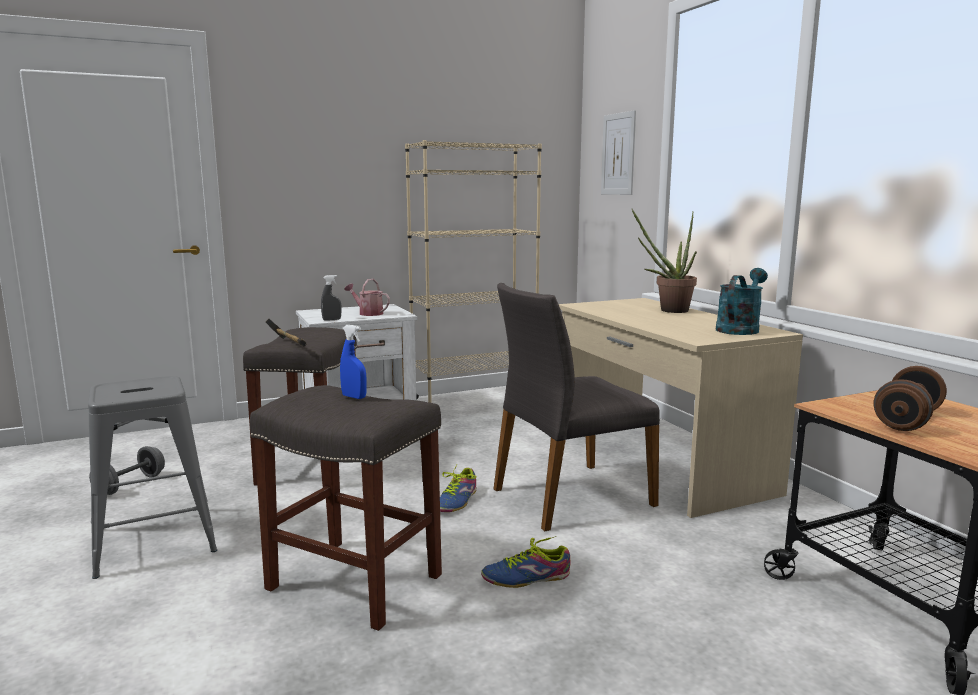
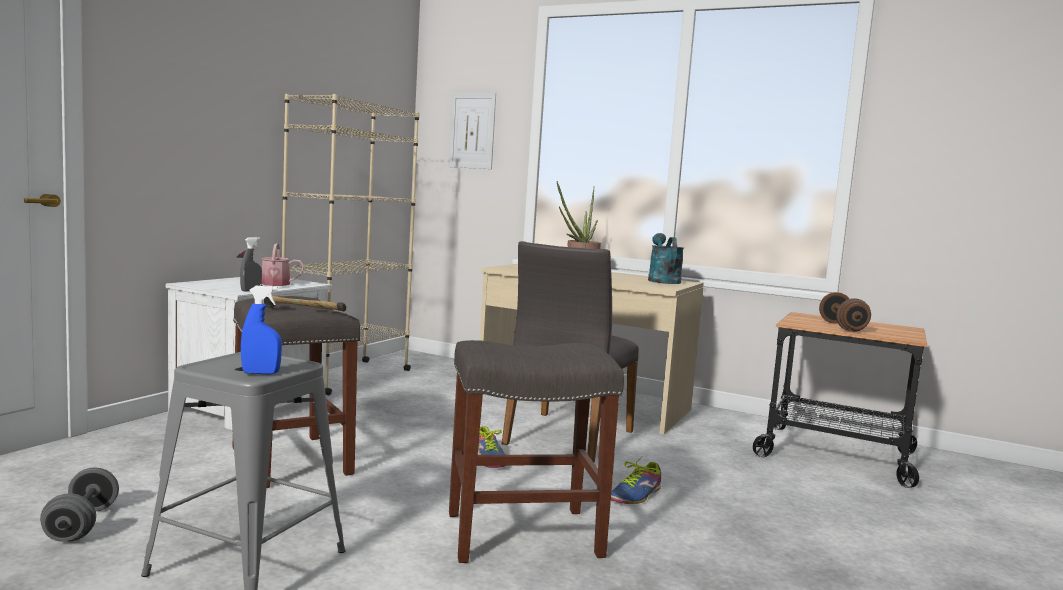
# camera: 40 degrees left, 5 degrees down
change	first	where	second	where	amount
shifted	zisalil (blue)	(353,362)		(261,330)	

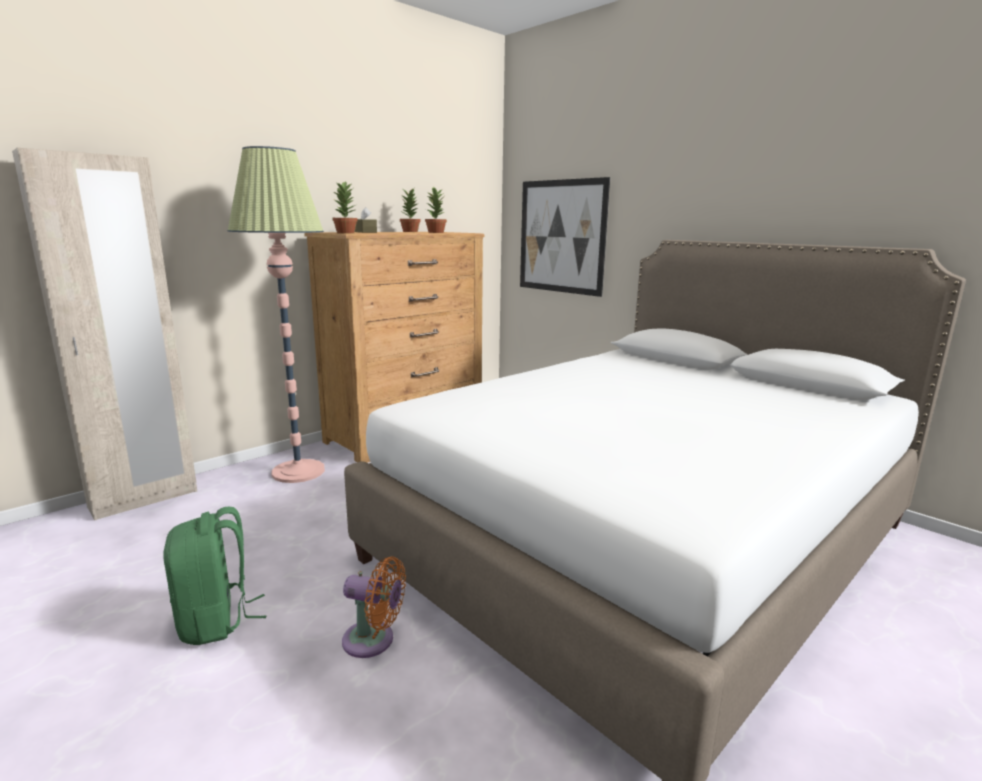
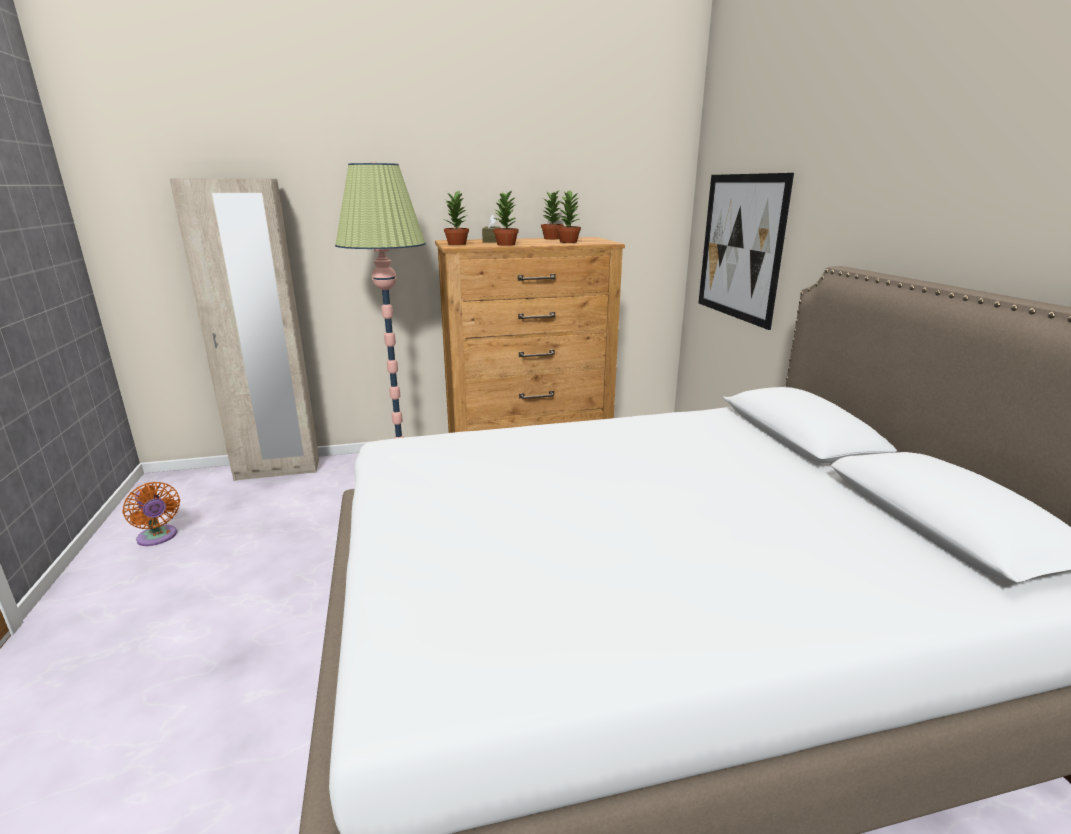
# camera: 30 degrees right, 5 degrees up
change	first	where	second	where	amount
gone	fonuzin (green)	(214,576)			
new			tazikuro	(506,218)	
shifted	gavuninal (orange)	(374,607)		(151,514)	

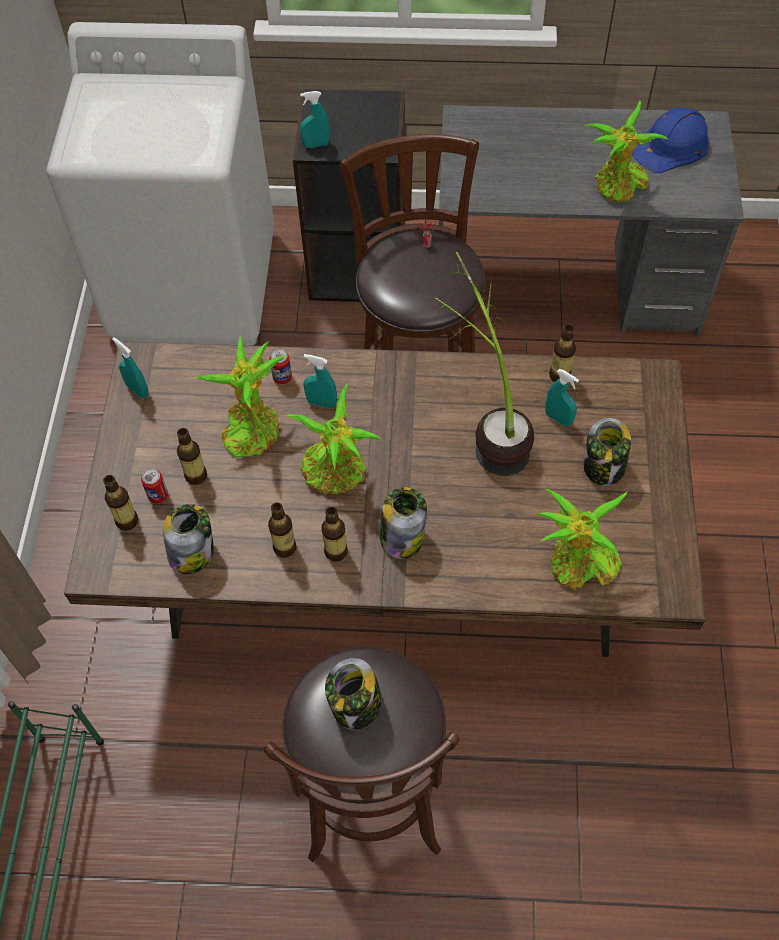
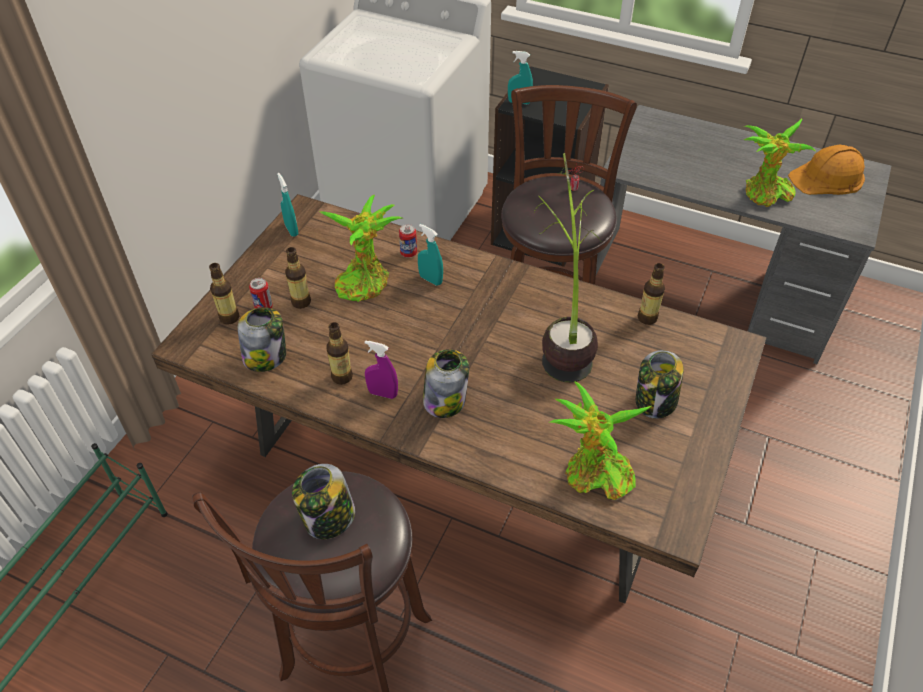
# camera: 20 degrees right, 10 degrees down
change	first	where	second	where	amount
gone	tazikuro	(334,439)			
gone	zisalil (turquoise)	(562,398)			
swapped	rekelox	(334,534)	zisalil (purple)	(381,369)	
repainted	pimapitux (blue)	(670,140)	pimapitux (orange)	(826,170)	

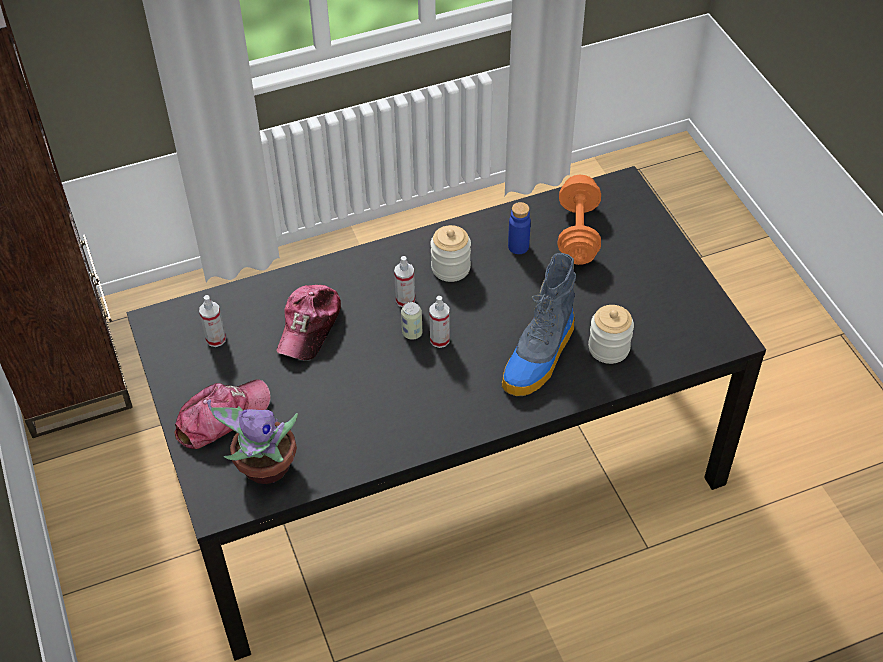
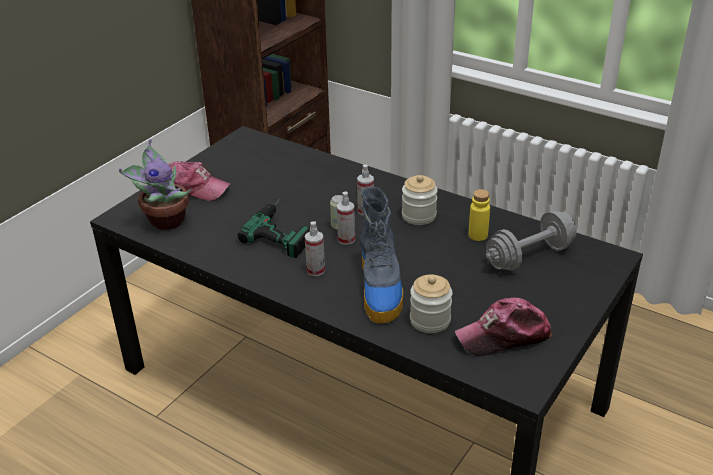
# camera: 55 degrees right, 15 degrees down
change	first	where	second	where	amount
new			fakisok	(273,228)	
shifted	zisalil	(212,321)		(315,248)	
shifted	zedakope	(309,322)		(503,327)	
repainted	rekelox (blue)	(519,228)	rekelox (yellow)	(479,215)	
repainted	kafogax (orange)	(579,220)	kafogax (grey)	(531,240)	
rotated	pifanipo	(539,324)		(381,255)	90 degrees counterclockwise

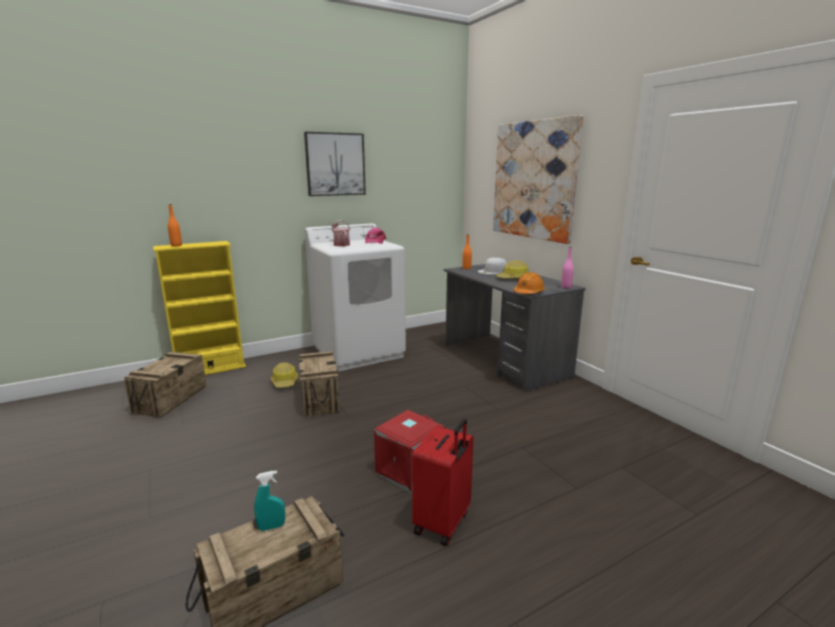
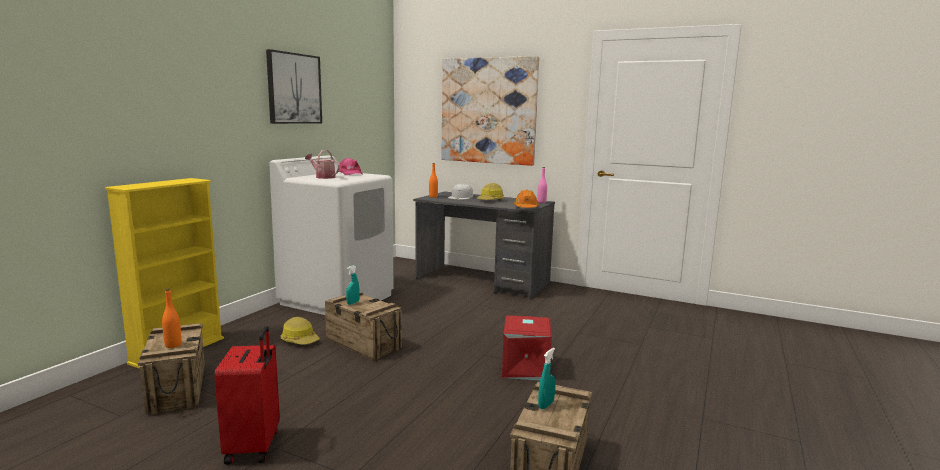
# camera: 35 degrees left, 5 degrees down
change	first	where	second	where	amount
new			zisalil (turquoise)	(353,285)	
shifted	rekelox (orange)	(175,225)		(172,318)	
shifted	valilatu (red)	(442,482)		(247,395)	

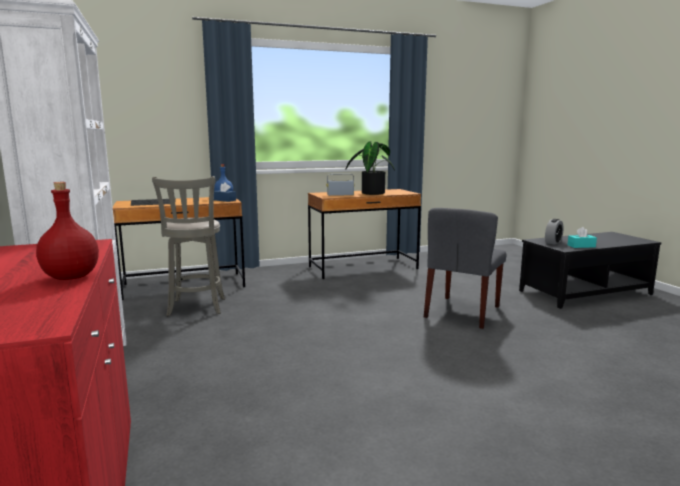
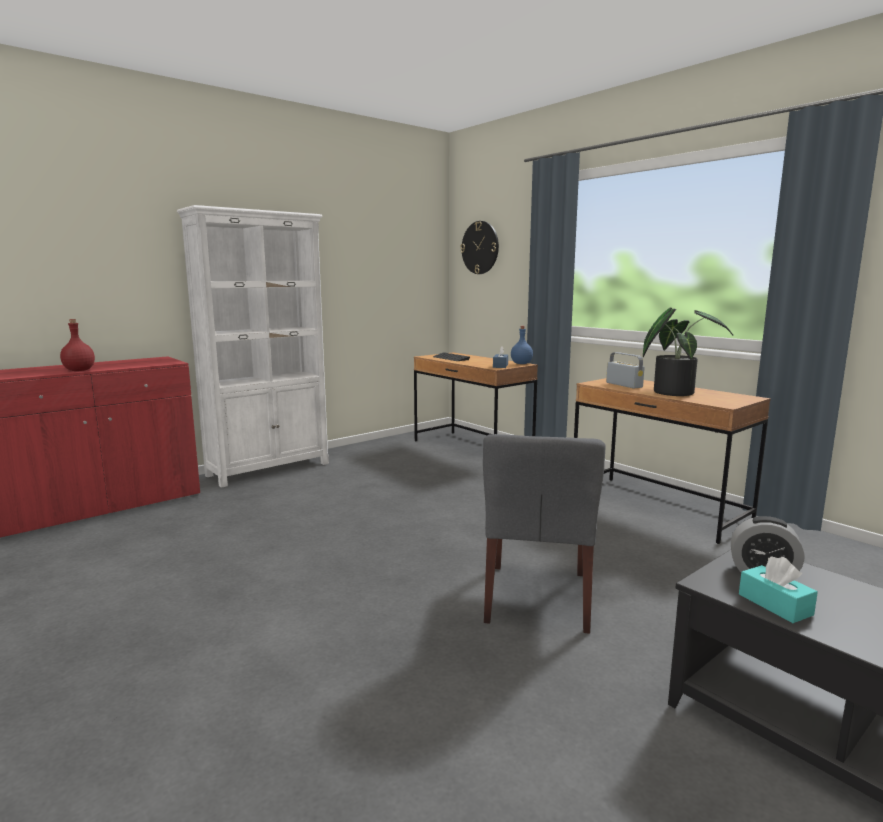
# camera: 70 degrees right, 0 degrees up
change	first	where	second	where	amount
gone	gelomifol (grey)	(188,246)			
new			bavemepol	(480,247)	
rotated	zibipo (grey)	(465,268)		(544,534)	90 degrees counterclockwise

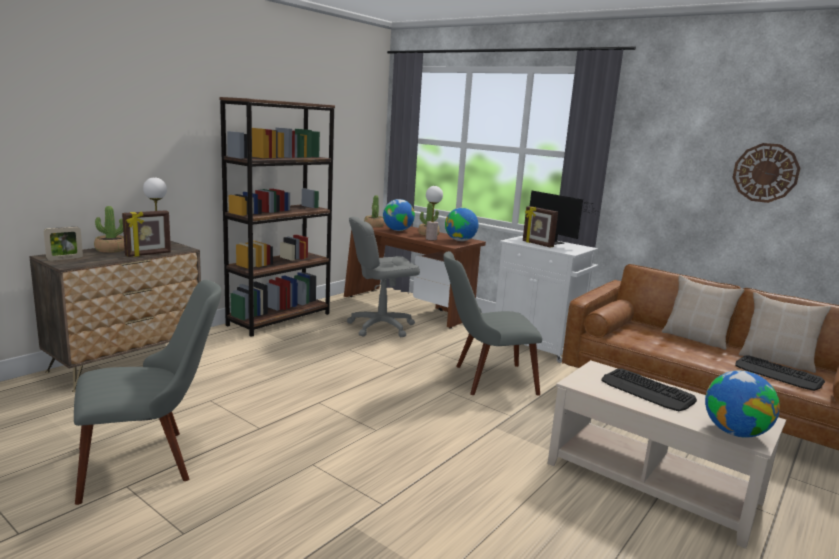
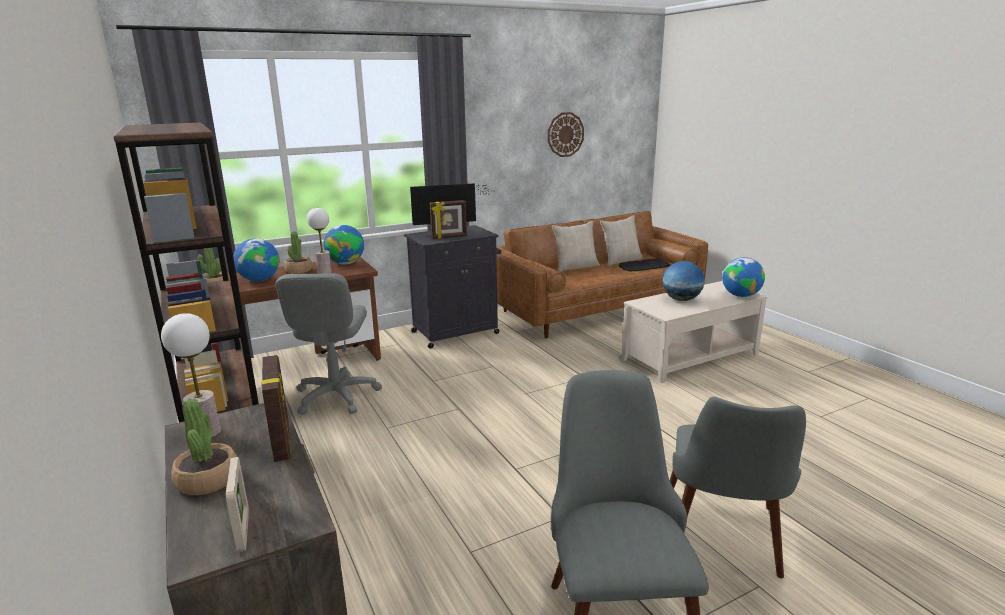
# camera: 65 degrees left, 5 degrees up
change	first	where	second	where	amount
shifted	zibipo (grey)	(492,323)		(738,487)	
swapped	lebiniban	(649,389)	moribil	(683,281)	
repainted	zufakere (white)	(546,299)	zufakere (black)	(452,287)	

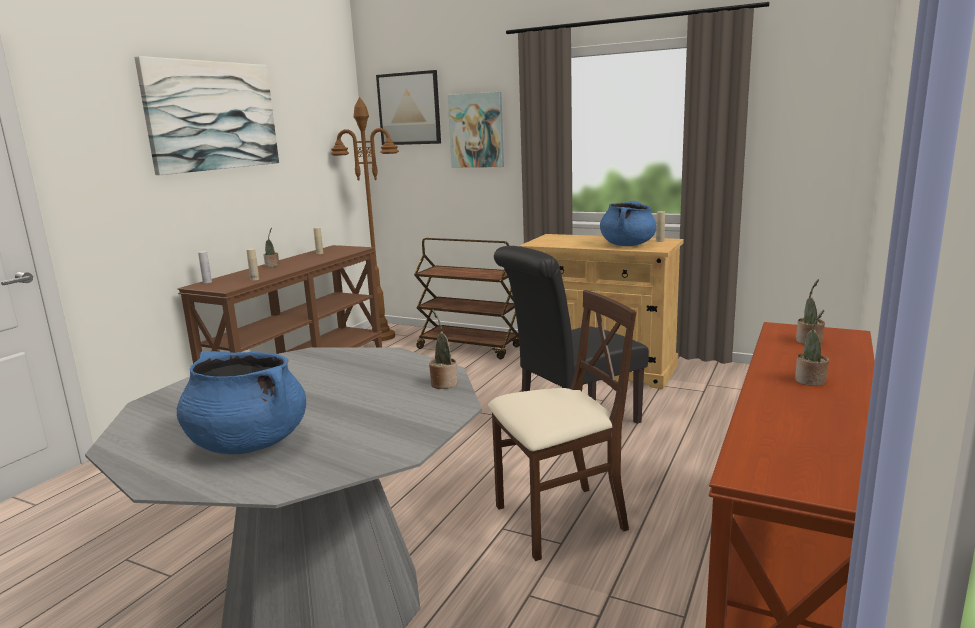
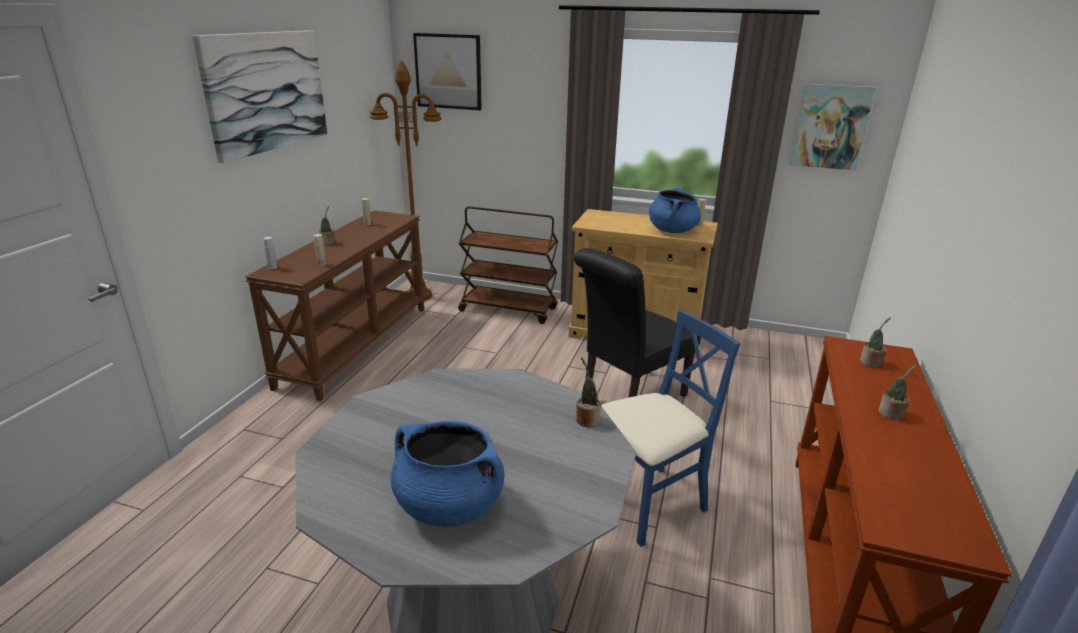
# camera: 10 degrees left, 10 degrees up
change	first	where	second	where	amount
shifted	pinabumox	(476,130)		(832,126)	
repainted	zibipo (beige)	(562,425)	zibipo (blue)	(670,428)	

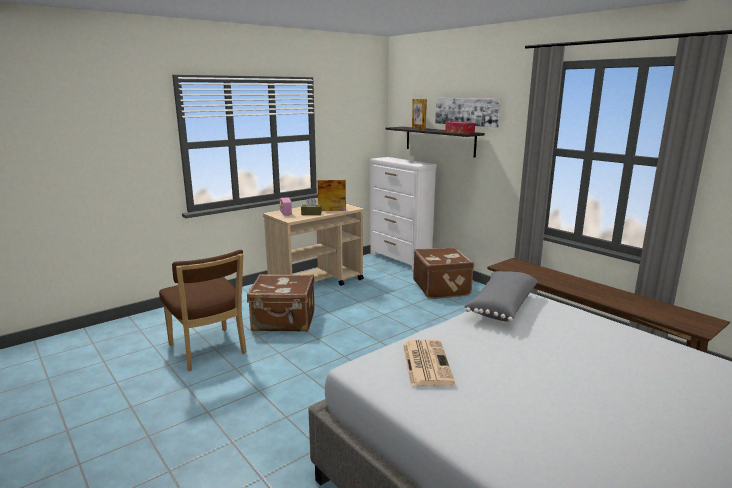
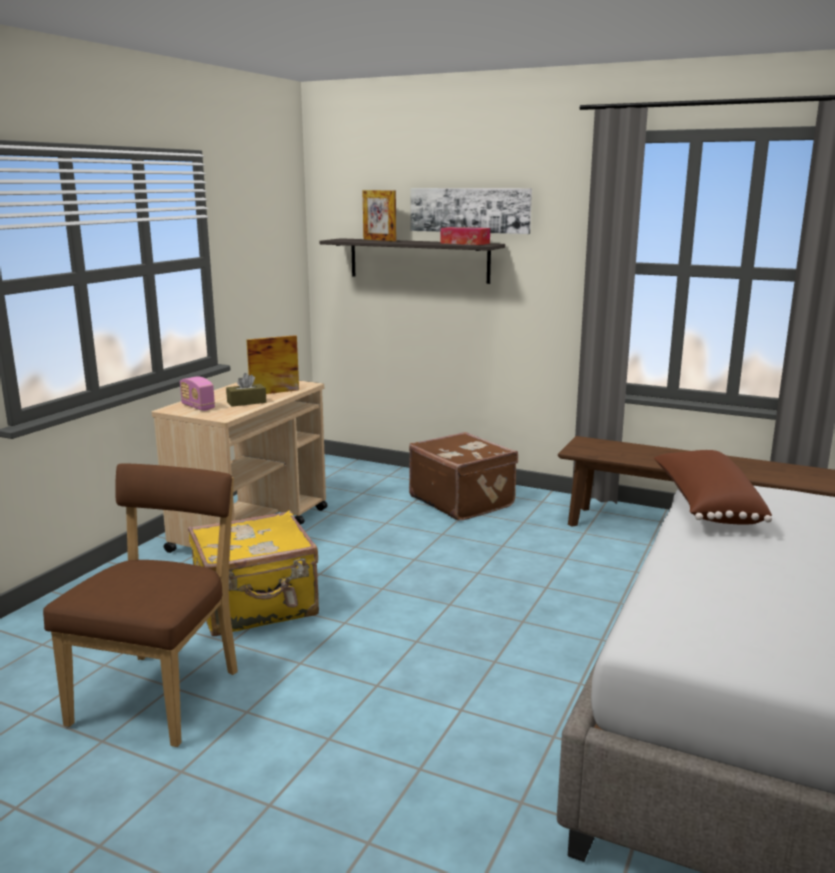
# camera: 25 degrees left, 0 degrees up
change	first	where	second	where	amount
gone	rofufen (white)	(403,214)			
gone	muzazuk	(429,362)			
repainted	valilatu (brown)	(281,303)	valilatu (yellow)	(253,573)	
repainted	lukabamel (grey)	(501,296)	lukabamel (brown)	(713,487)	
rotated	zibipo (brown)	(203,310)		(140,605)	105 degrees counterclockwise

